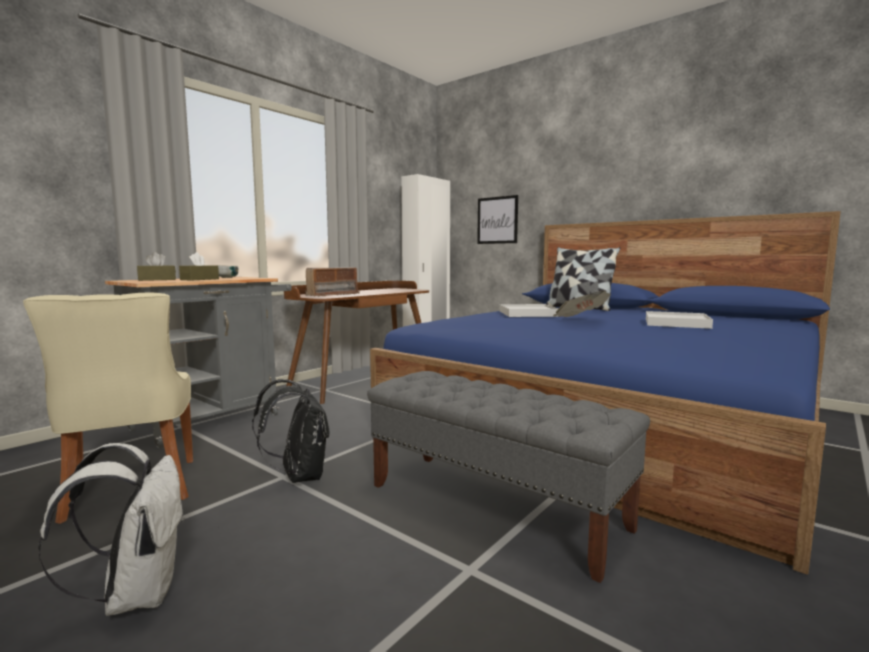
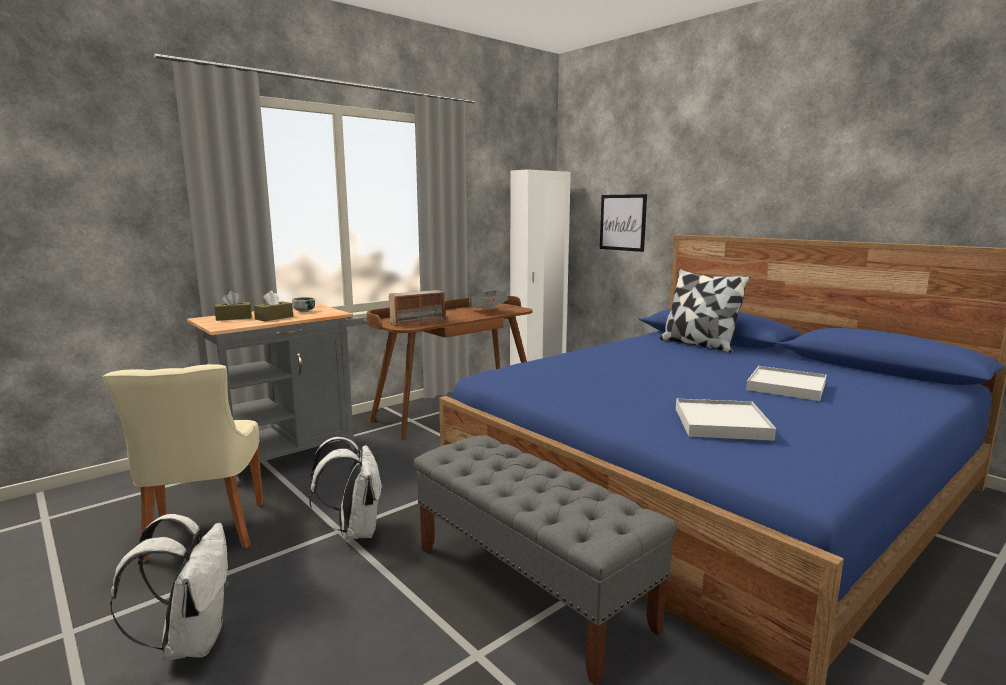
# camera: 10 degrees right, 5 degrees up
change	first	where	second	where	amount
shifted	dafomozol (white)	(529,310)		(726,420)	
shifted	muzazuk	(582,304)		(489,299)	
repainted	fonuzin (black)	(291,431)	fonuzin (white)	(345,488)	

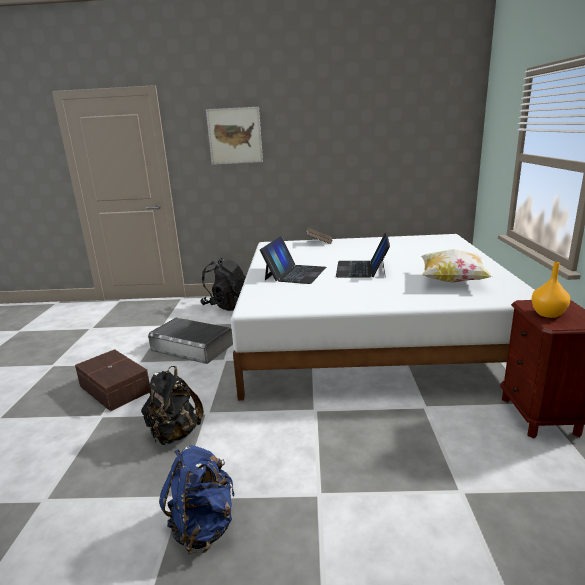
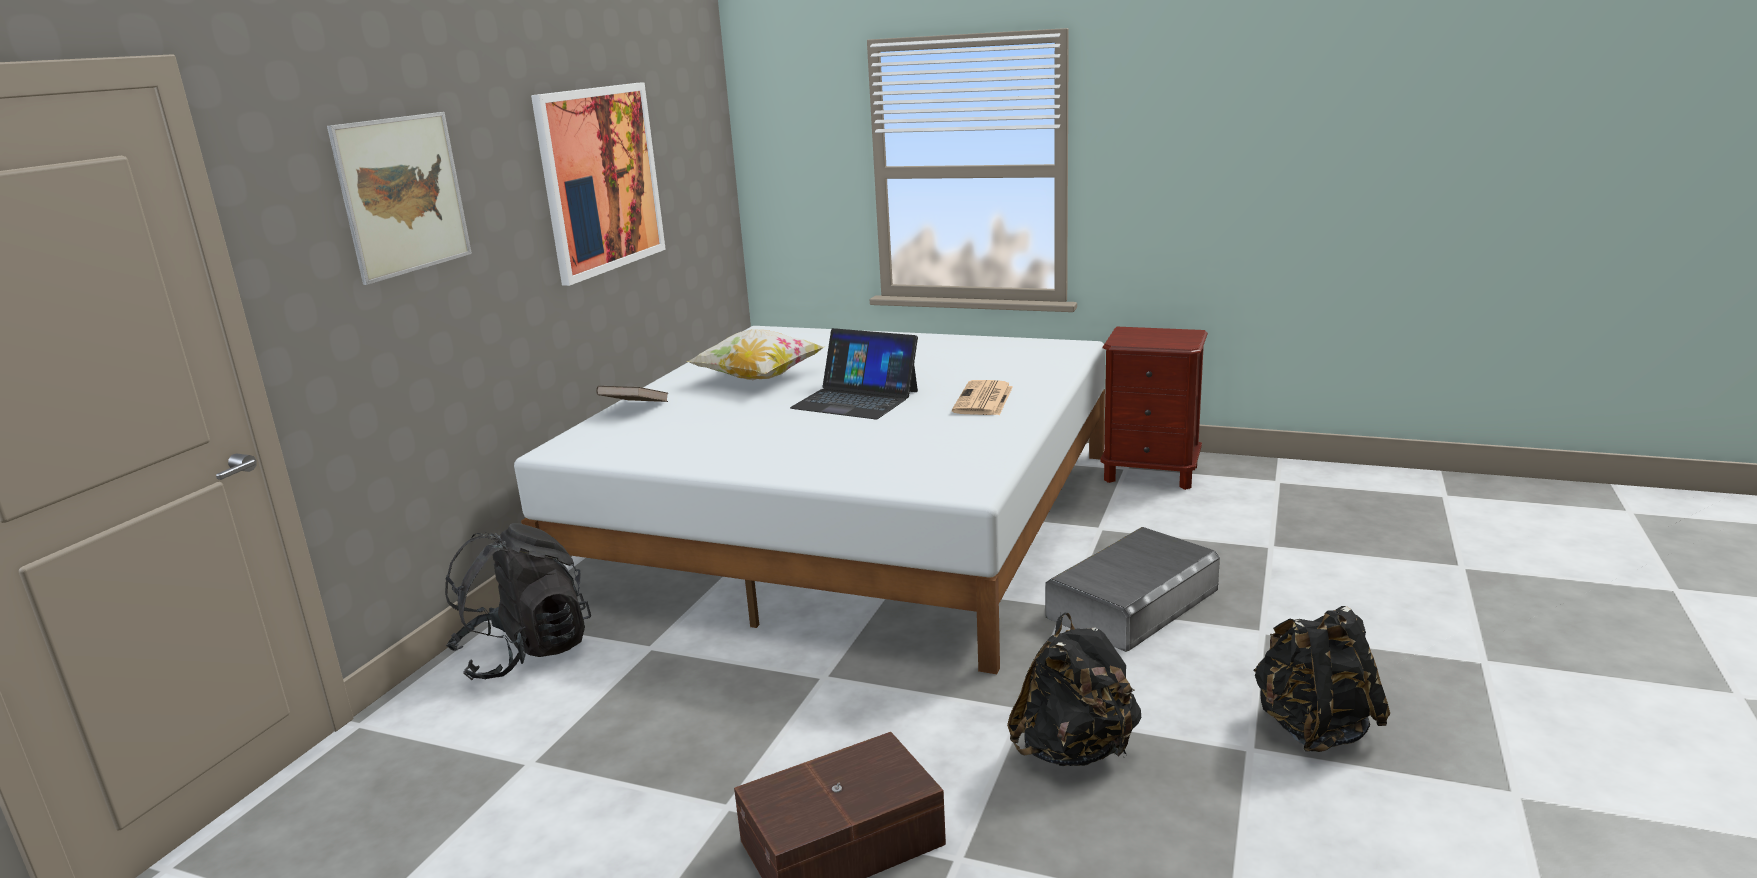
# camera: 70 degrees left, 0 degrees up
change	first	where	second	where	amount
gone	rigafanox	(293,260)			
gone	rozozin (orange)	(551,290)			
new			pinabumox	(598,184)	
new			muzazuk	(982,397)	
shifted	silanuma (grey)	(190,341)		(1132,589)	
shifted	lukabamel	(457,266)		(756,354)	
repainted	fonuzin (blue)	(197,499)	fonuzin (black)	(1321,679)	

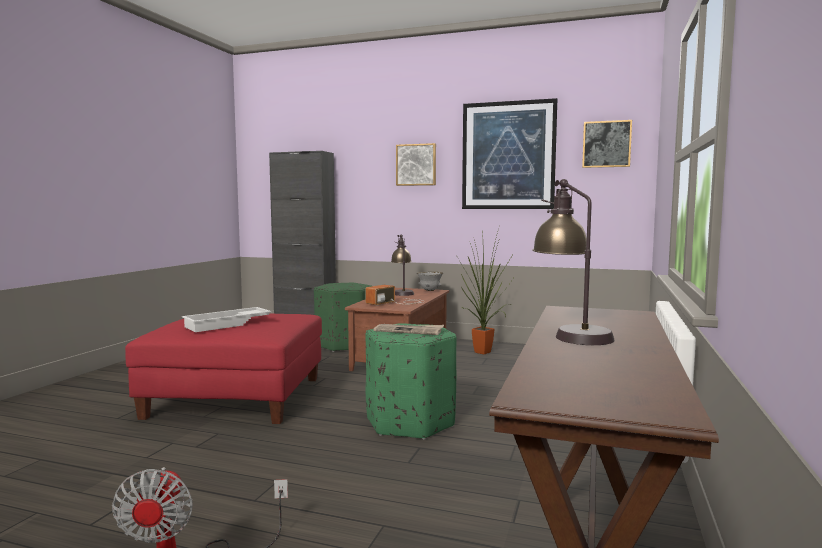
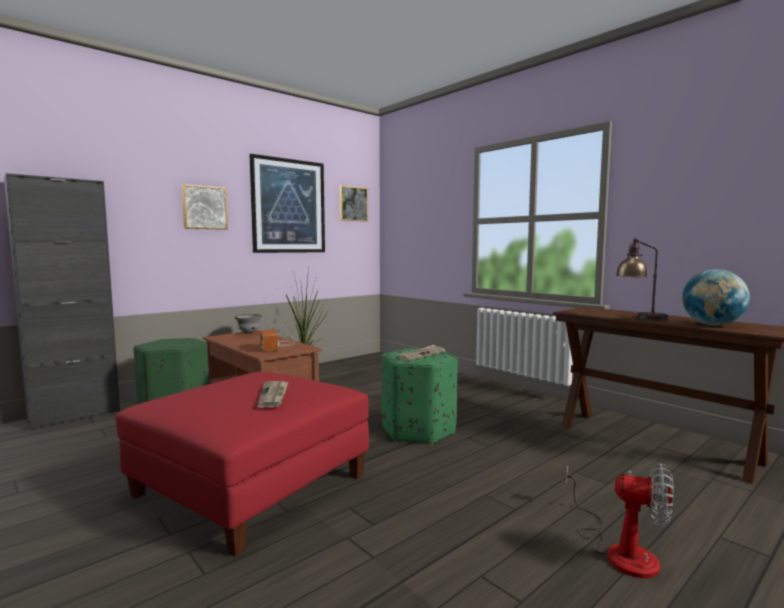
# camera: 60 degrees left, 0 degrees up
change	first	where	second	where	amount
gone	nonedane	(402,265)			
new			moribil	(716,297)	
swapped	dafomozol (white)	(227,319)	muzazuk	(273,394)	

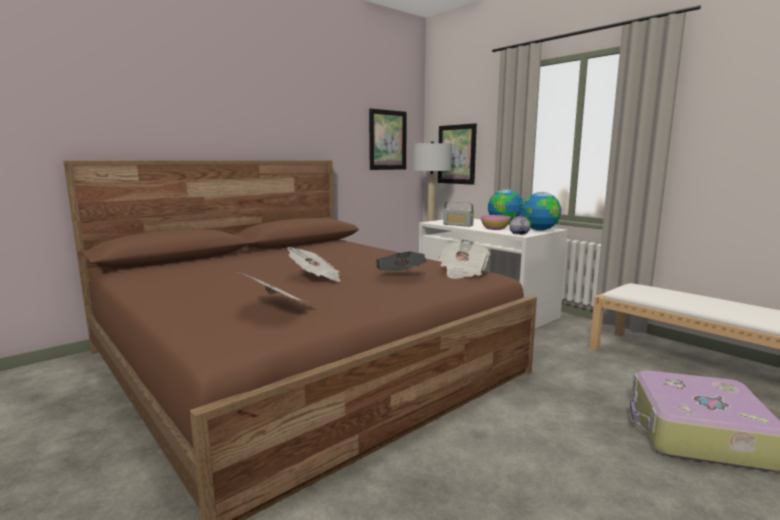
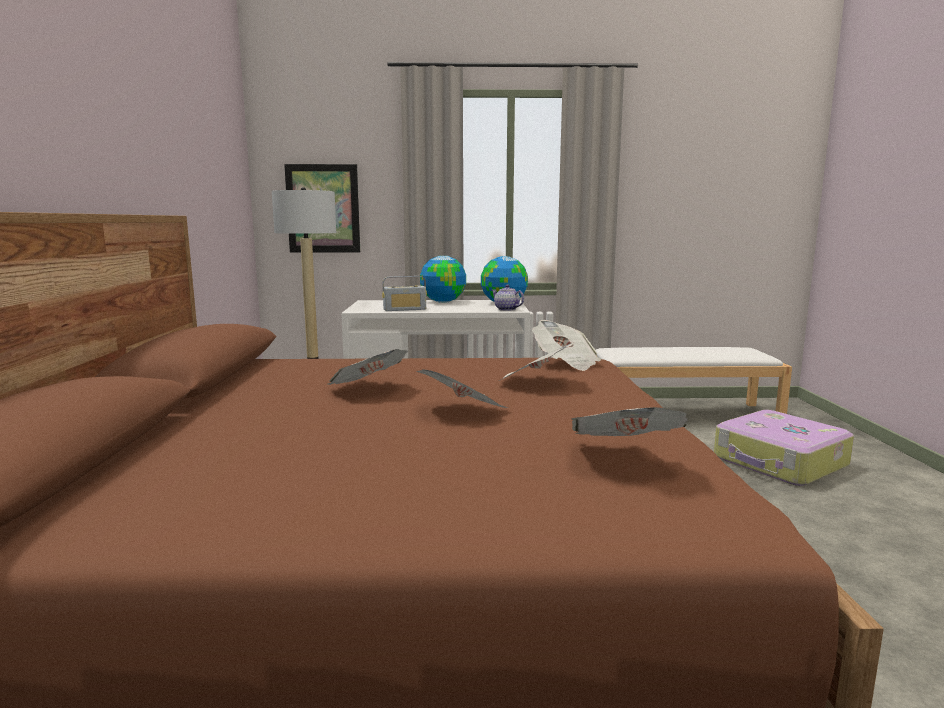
# camera: 50 degrees left, 0 degrees up
change	first	where	second	where	amount
gone	pinabumox	(388,139)			
gone	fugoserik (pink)	(496,222)			
new			muzazuk	(367,367)	

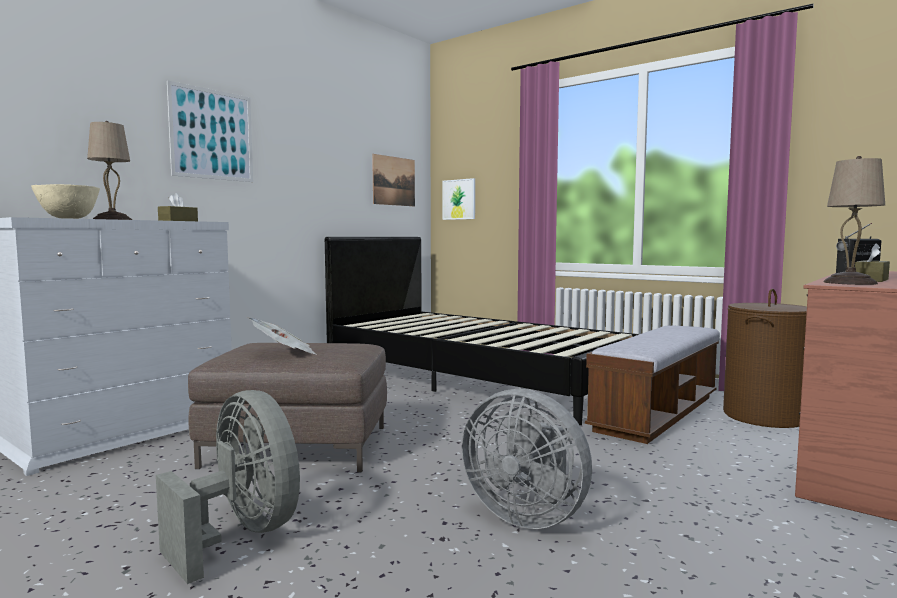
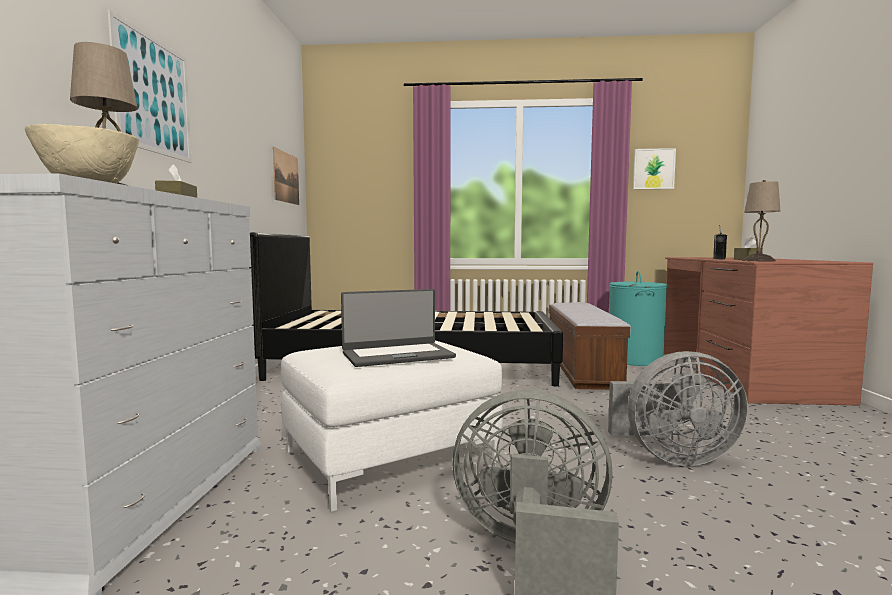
# camera: 35 degrees left, 0 degrees up
change	first	where	second	where	amount
shifted	pinabumox	(459,199)		(654,168)	
swapped	muzazuk	(282,336)	rigafanox	(398,328)	
repainted	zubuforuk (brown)	(287,407)	zubuforuk (white)	(392,426)	
repainted	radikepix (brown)	(765,358)	radikepix (turquoise)	(638,318)	

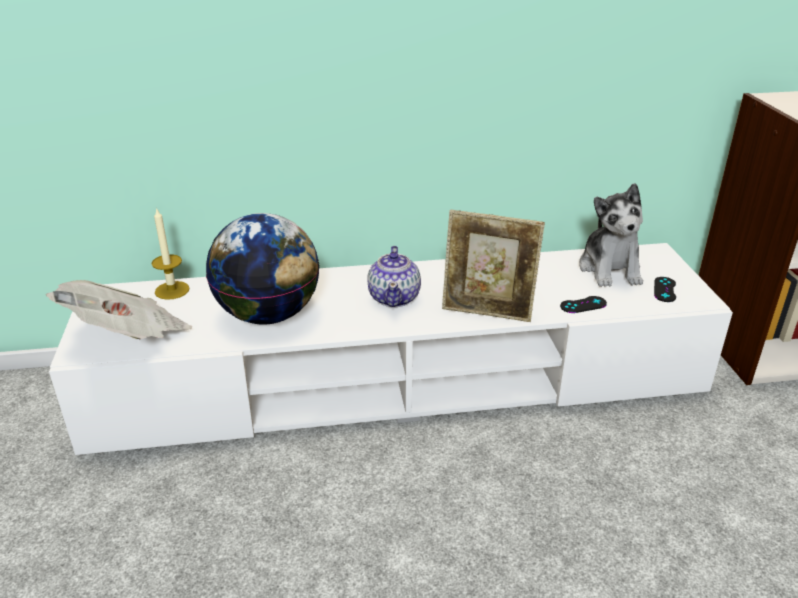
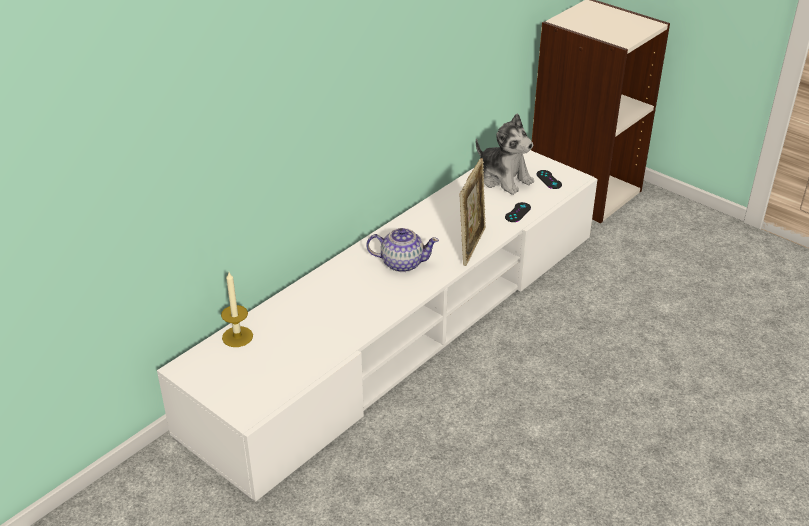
# camera: 40 degrees left, 5 degrees up
change	first	where	second	where	amount
gone	muzazuk	(119,309)			
gone	moribil	(263,268)			
rotated	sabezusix	(394,276)		(402,250)	45 degrees counterclockwise
rotated	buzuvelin	(493,266)		(472,212)	45 degrees counterclockwise

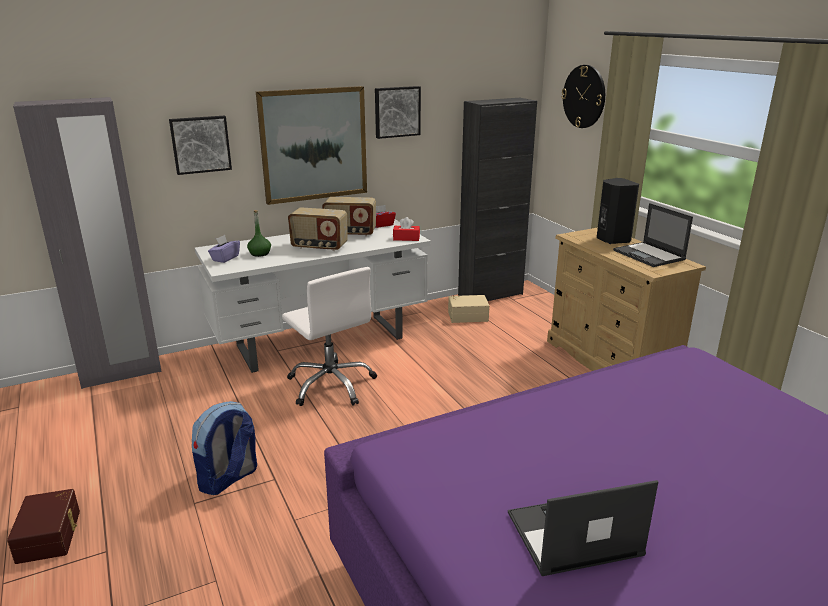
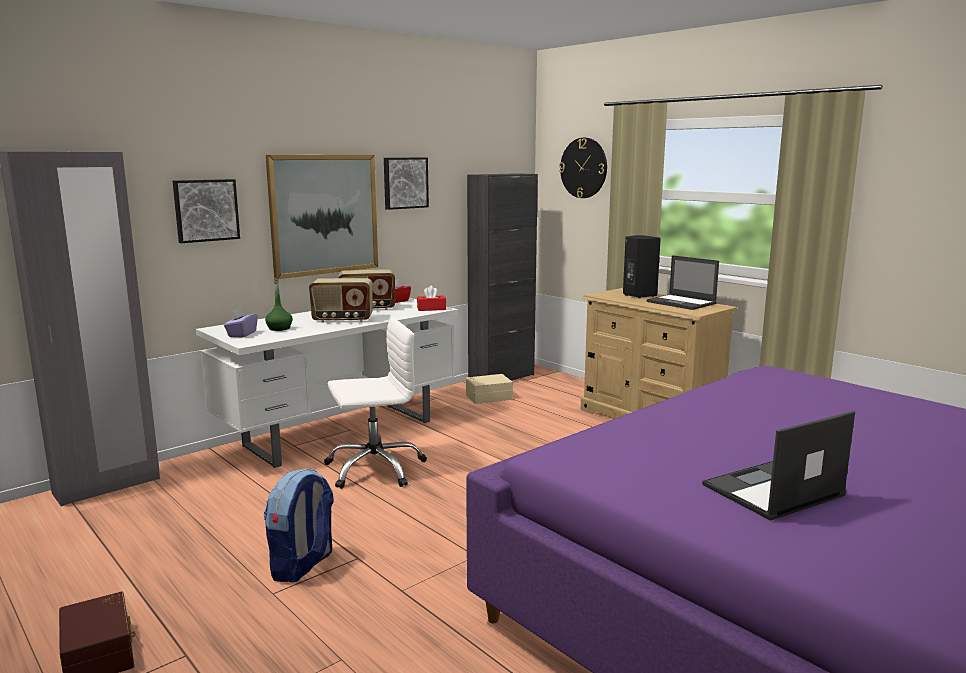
# camera: 15 degrees left, 10 degrees down
change	first	where	second	where	amount
rotated	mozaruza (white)	(329,336)		(375,403)	60 degrees counterclockwise

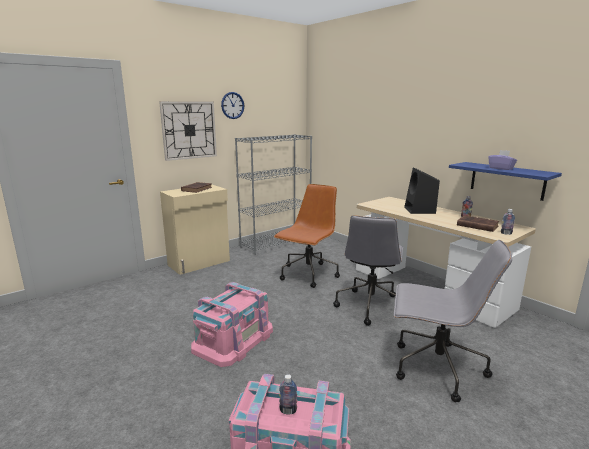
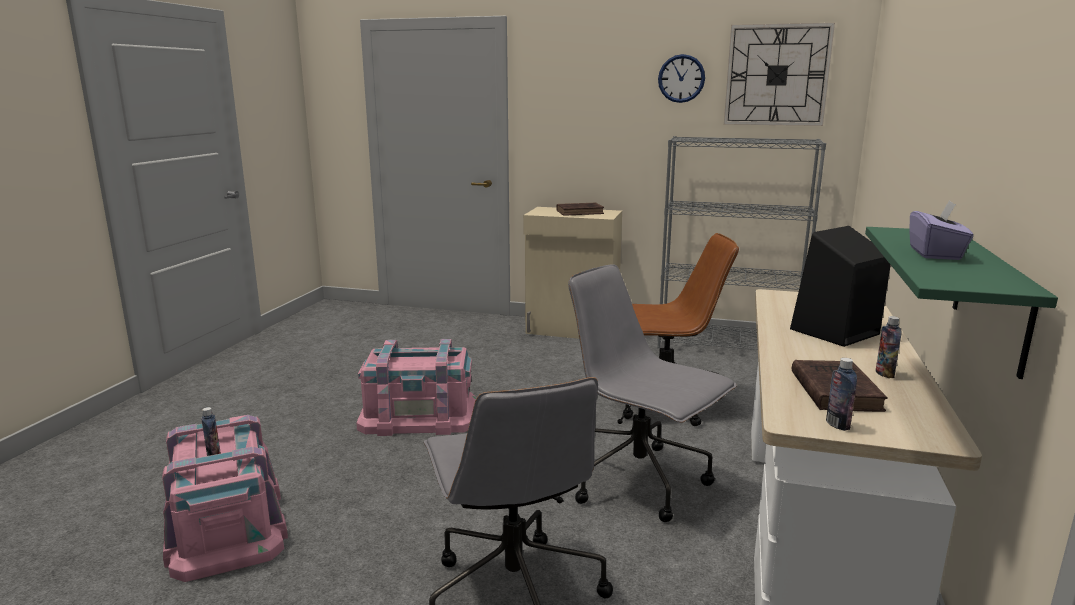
# camera: 55 degrees right, 0 degrees up
change	first	where	second	where	amount
shifted	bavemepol	(188,131)		(779,74)	
repainted	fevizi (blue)	(505,181)	fevizi (green)	(961,303)	
rotated	mozaruza (grey)	(368,270)		(652,393)	60 degrees clockwise

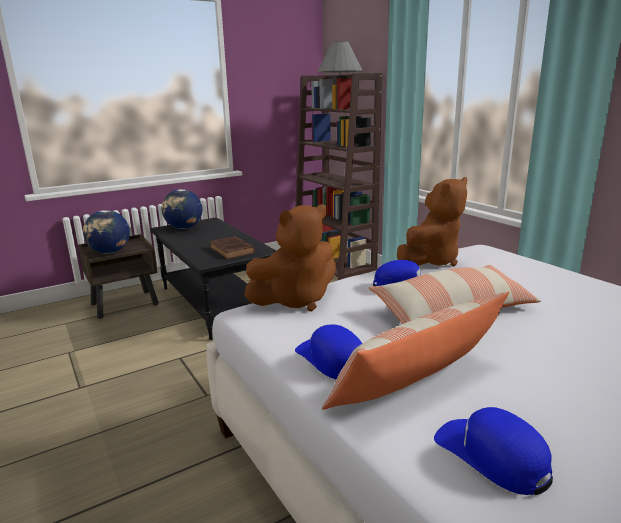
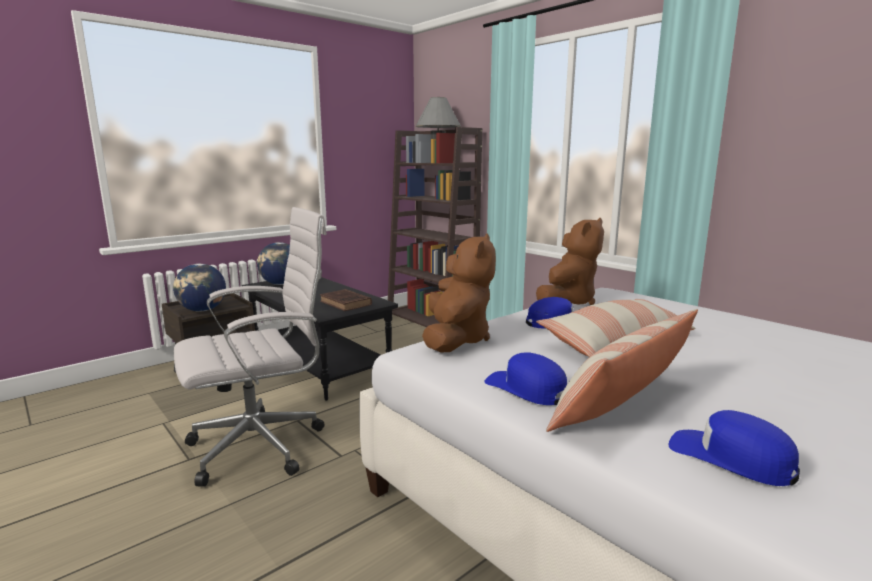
# camera: 10 degrees left, 5 degrees down
change	first	where	second	where	amount
new			mozaruza (white)	(250,347)	
rotated	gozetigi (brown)	(290,257)		(459,292)	45 degrees counterclockwise

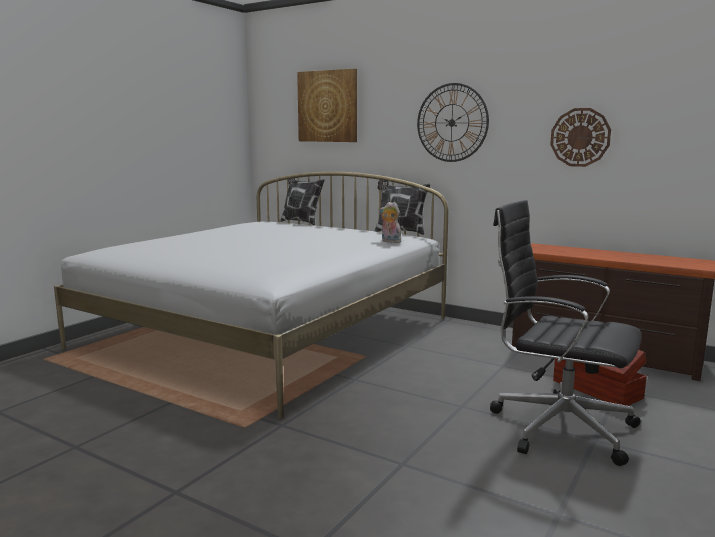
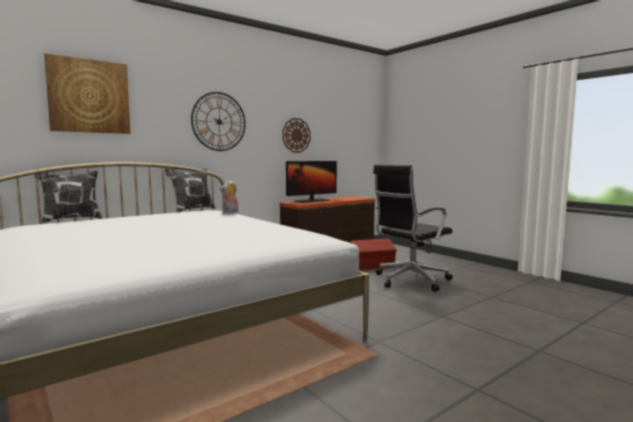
# camera: 70 degrees left, 5 degrees down
change	first	where	second	where	amount
new			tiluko	(311,182)	

